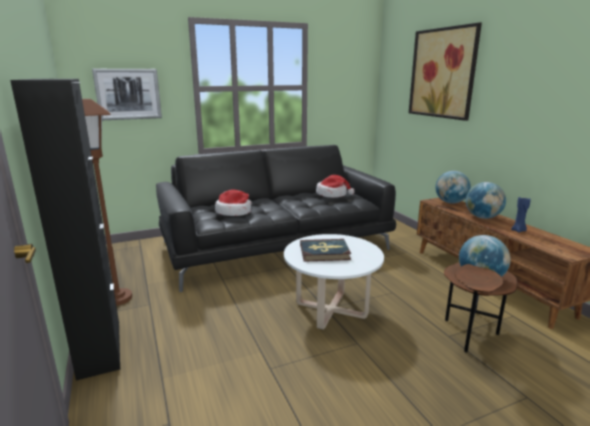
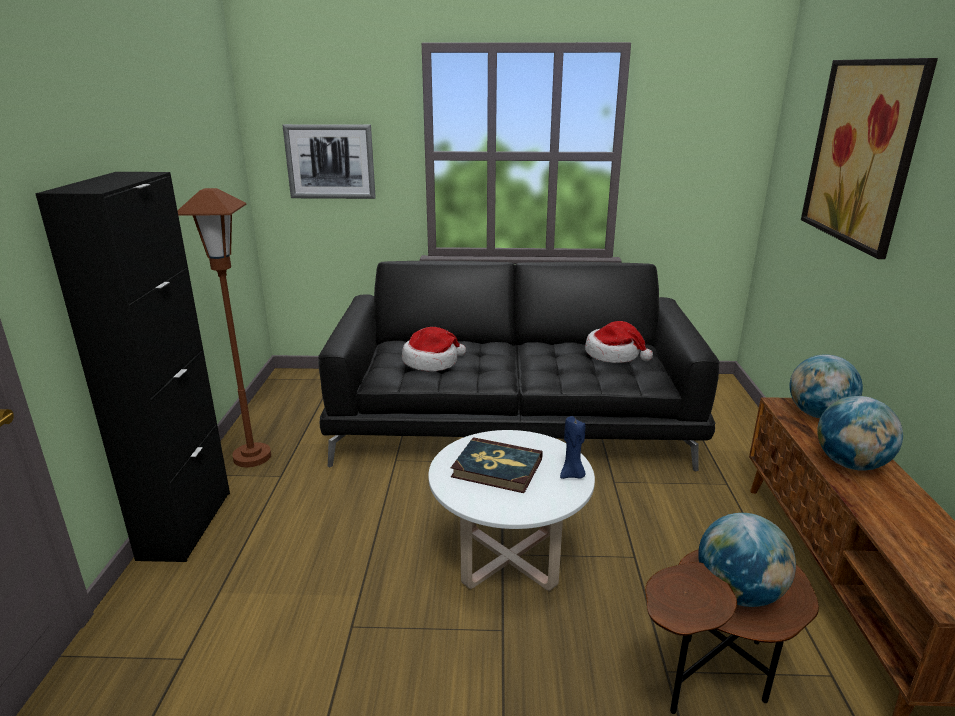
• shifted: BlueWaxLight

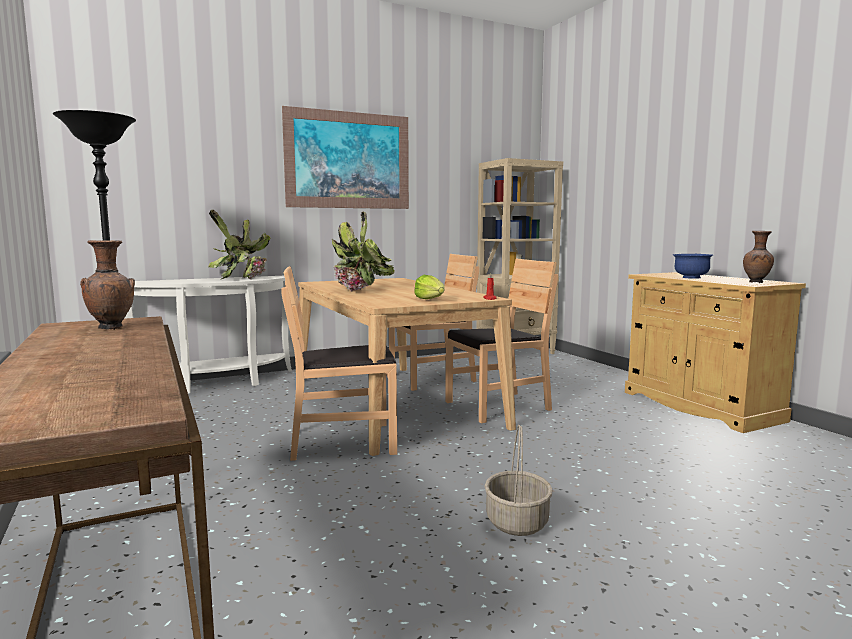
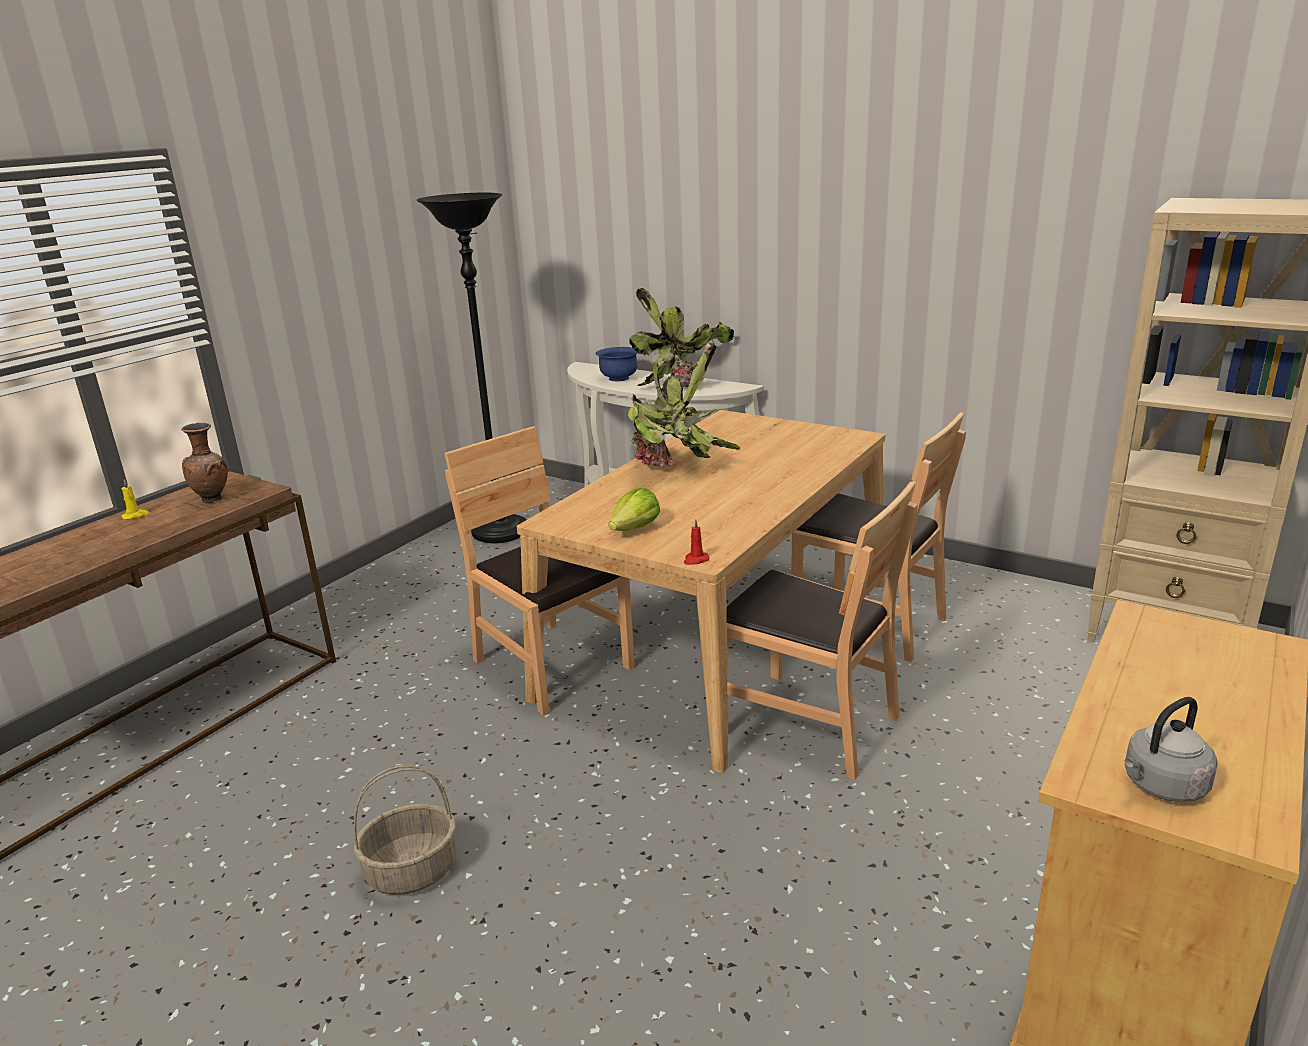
• gone: WallArt
• new: YellowColouredWaxLight
• shifted: BlueBowl
• swapped: BrownColouredFlowerVase (no. 2 from left) to GrayWaterKettle

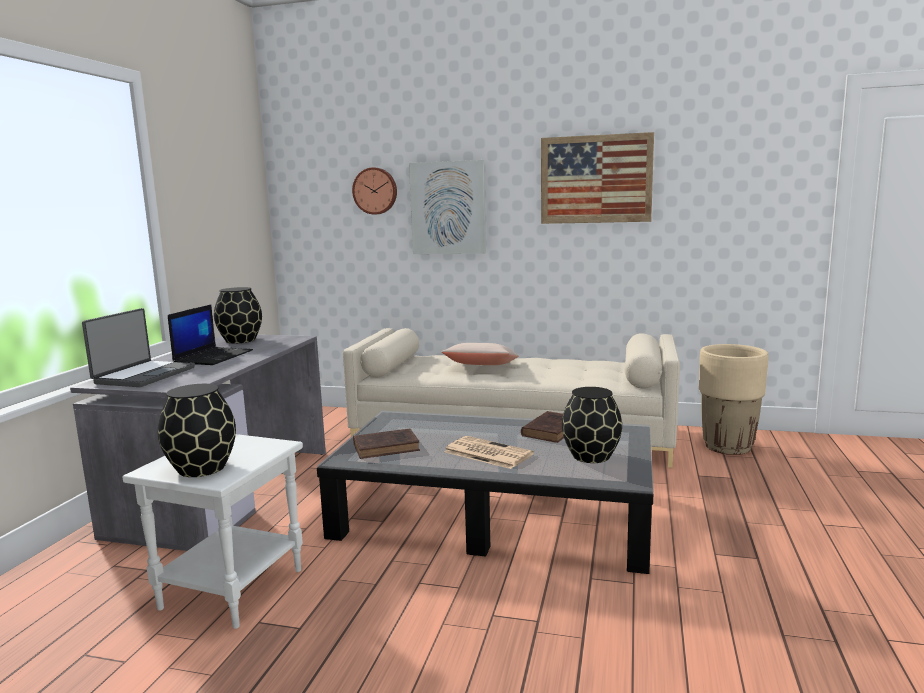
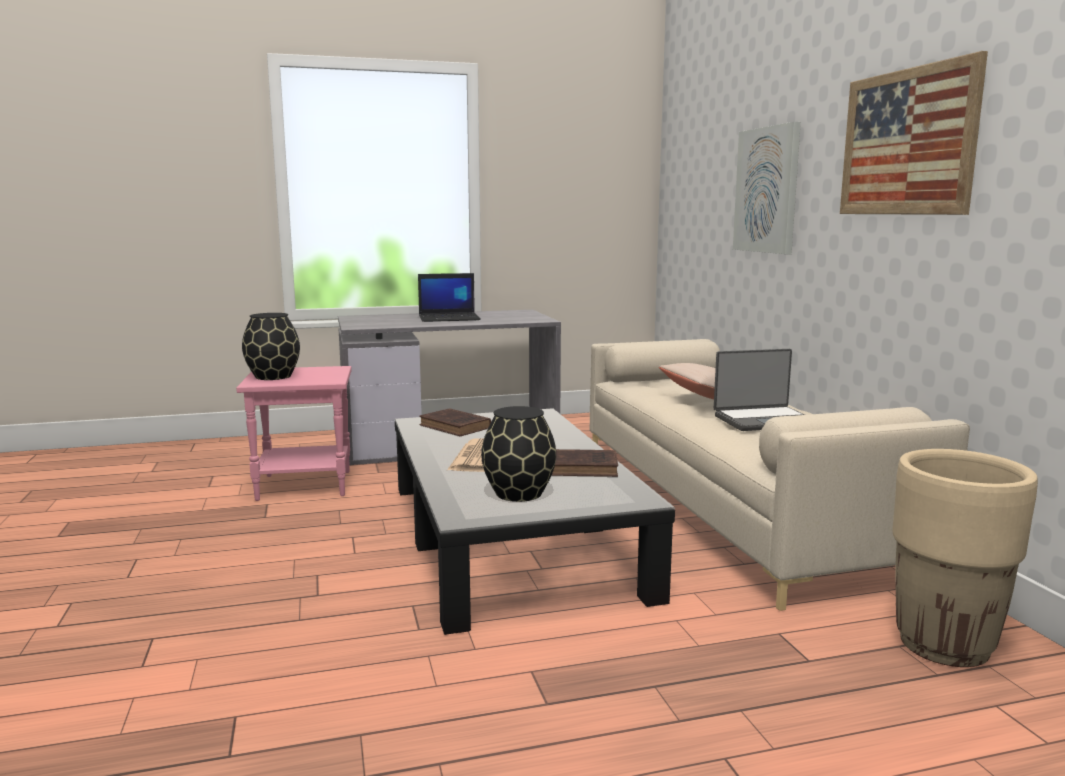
• gone: BlackFlowerVase (no. 2 from left)
• gone: ClockOnTheWall
• shifted: PortableComputer (no. 1 from left in the first image) to PortableComputer (no. 2 from left)
• repainted: WhiteEndTable to PinkishEndTable

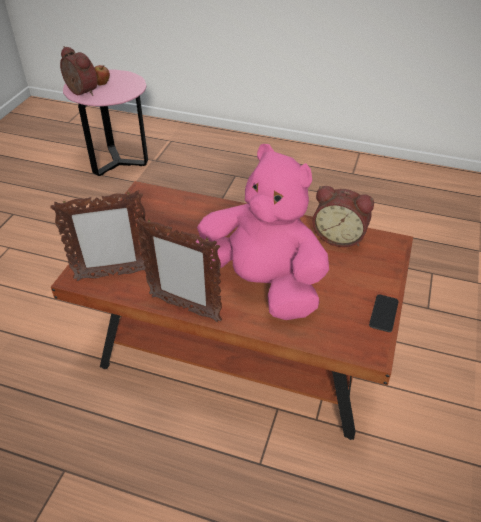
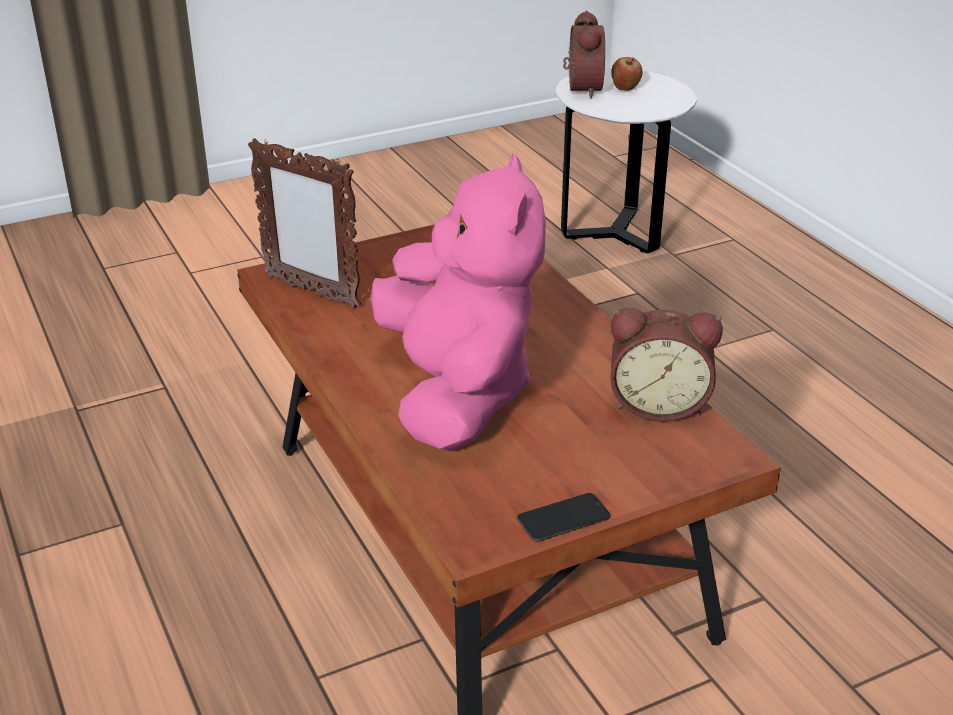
• gone: PictureFrame (no. 2 from left)
• repainted: PinkishEndTable to WhiteEndTable
• rotated: TableClock (no. 2 from left) 60 degrees counterclockwise

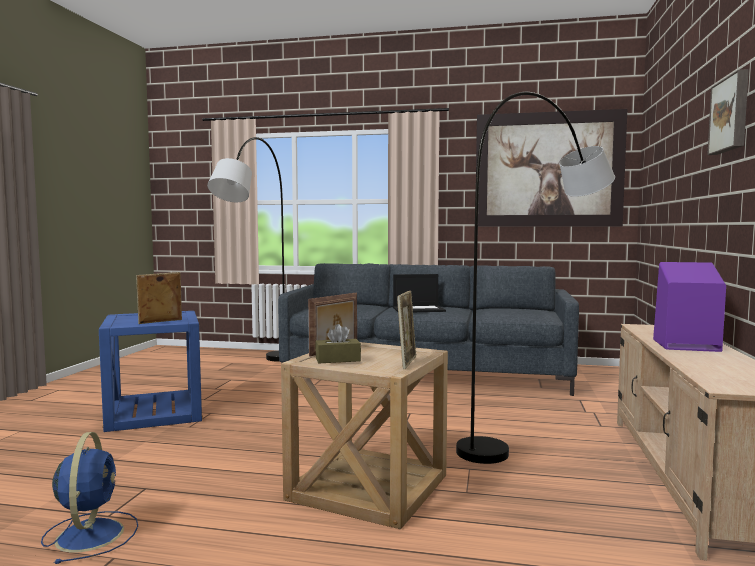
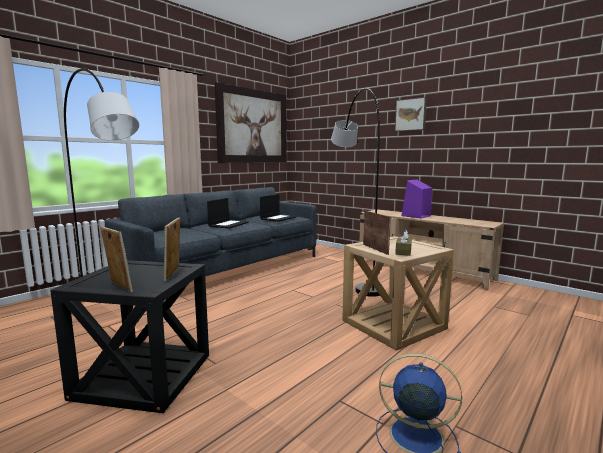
• new: PortableComputer (no. 2 from left)
• shifted: PictureFrame (no. 3 from left in the first image) to PictureFrame (no. 1 from left)
• repainted: BlueEndTable to BlackEndTable

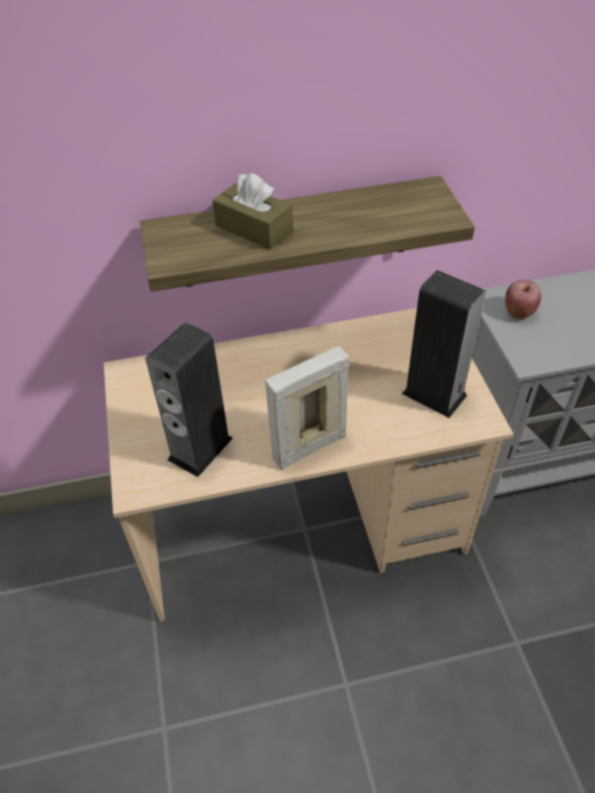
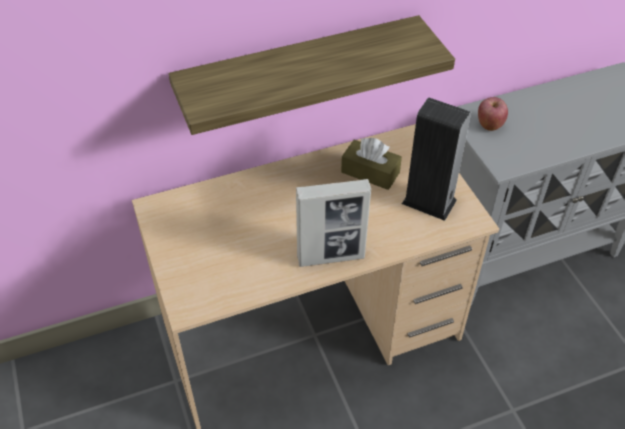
• gone: Loudspeaker (no. 1 from left)
• shifted: BrownColouredTissueHolder
• rotated: PictureFrame 150 degrees counterclockwise

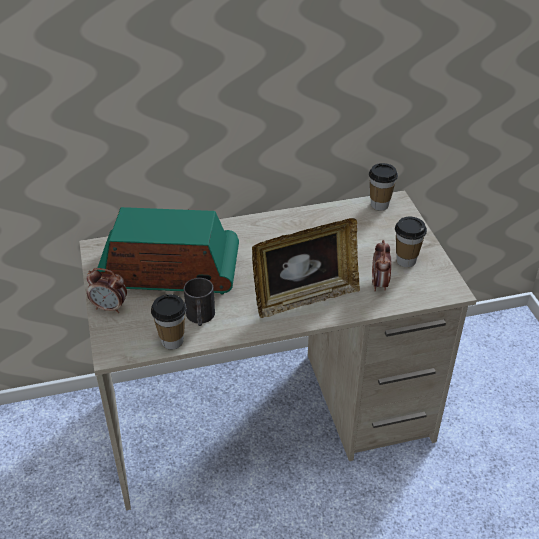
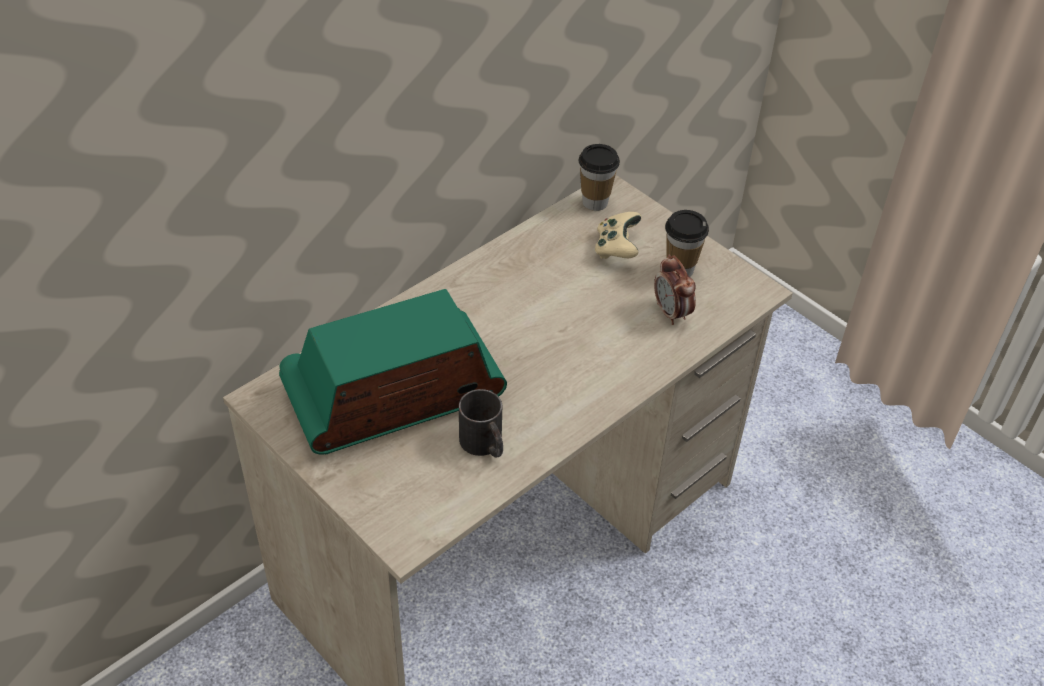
• gone: TableClock (no. 1 from left)
• gone: SmallCup (no. 1 from left)
• gone: PictureFrame
• new: BeigeColouredGamepad

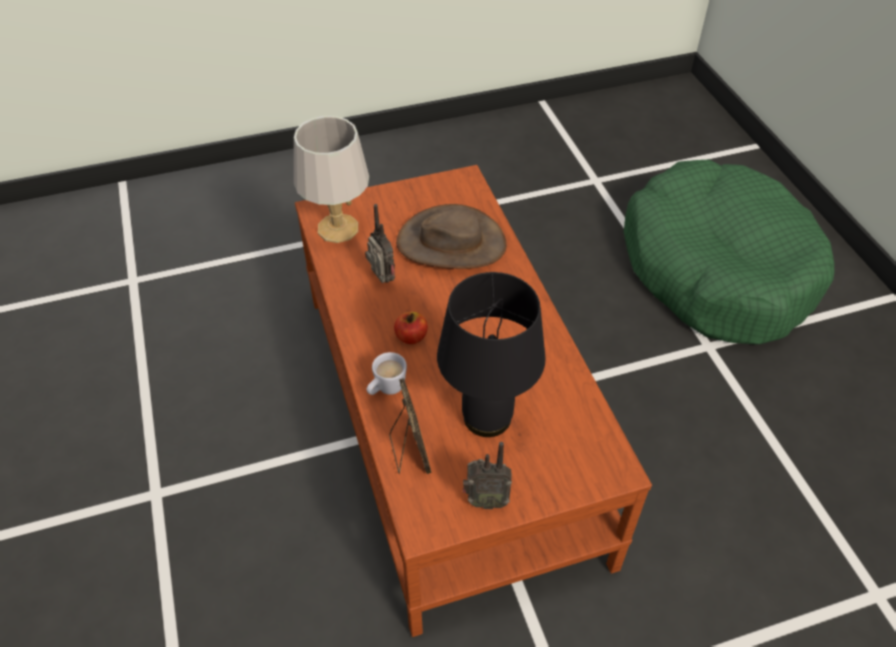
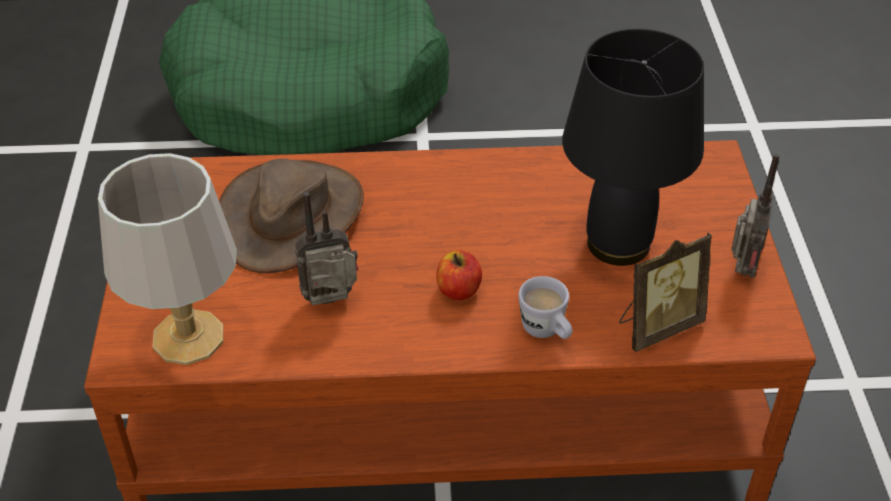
• rotated: PictureFrame 150 degrees clockwise

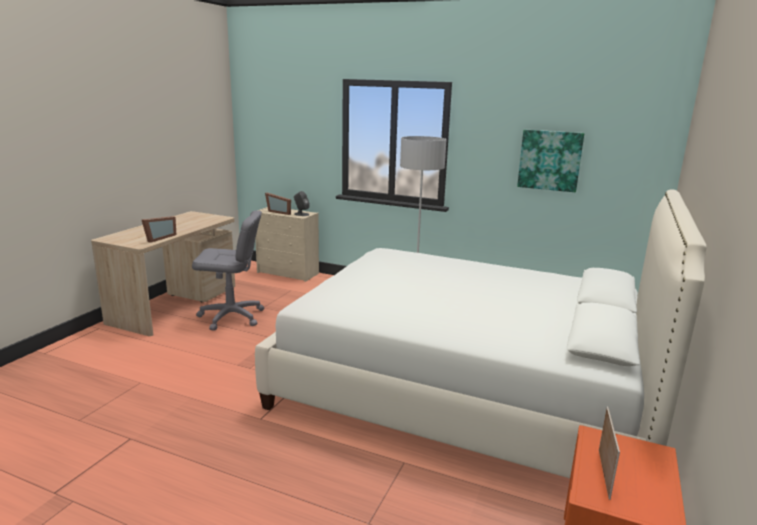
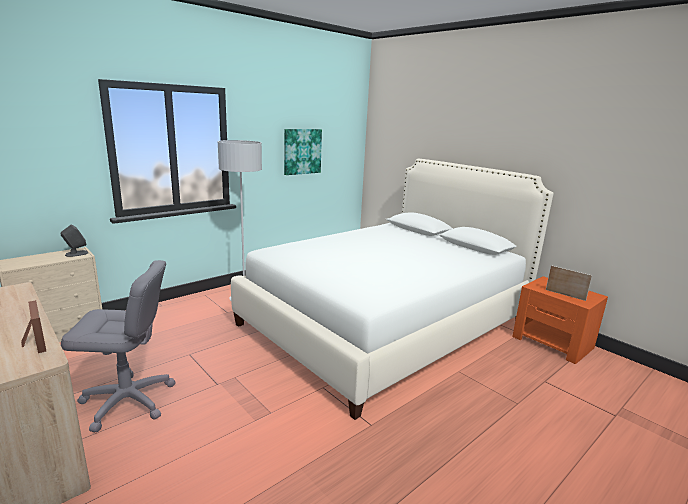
• gone: PictureFrame (no. 2 from left)
• rotated: GrayComputerChair 60 degrees clockwise

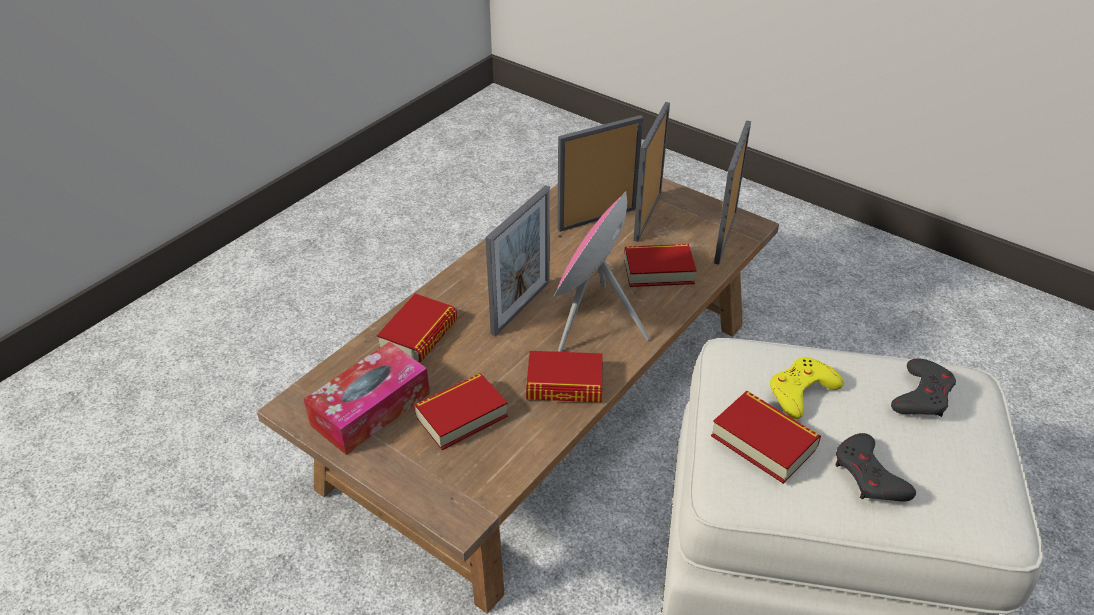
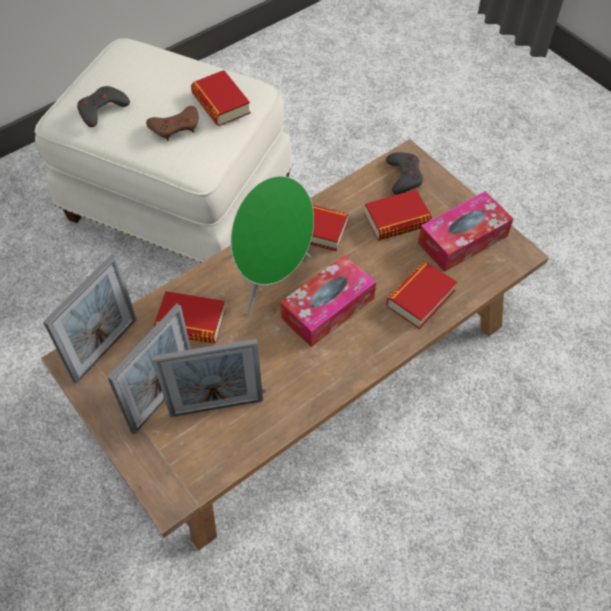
• shifted: GrayGamepad (no. 1 from left in the first image) to GrayGamepad (no. 2 from left)
• swapped: PictureFrame (no. 1 from left) to TissueHolder (no. 1 from left)
• repainted: PinkishLoudspeaker to GreenLoudspeaker
• repainted: YellowColouredGamepad to BrownColouredGamepad

